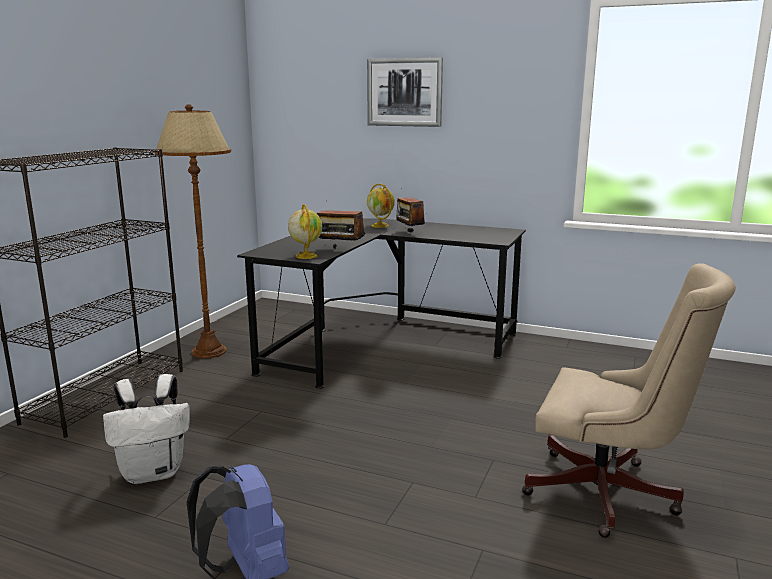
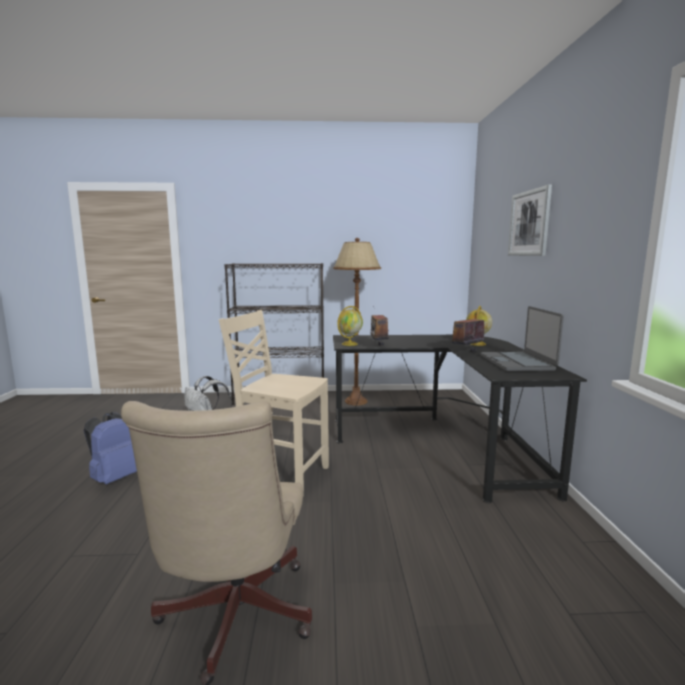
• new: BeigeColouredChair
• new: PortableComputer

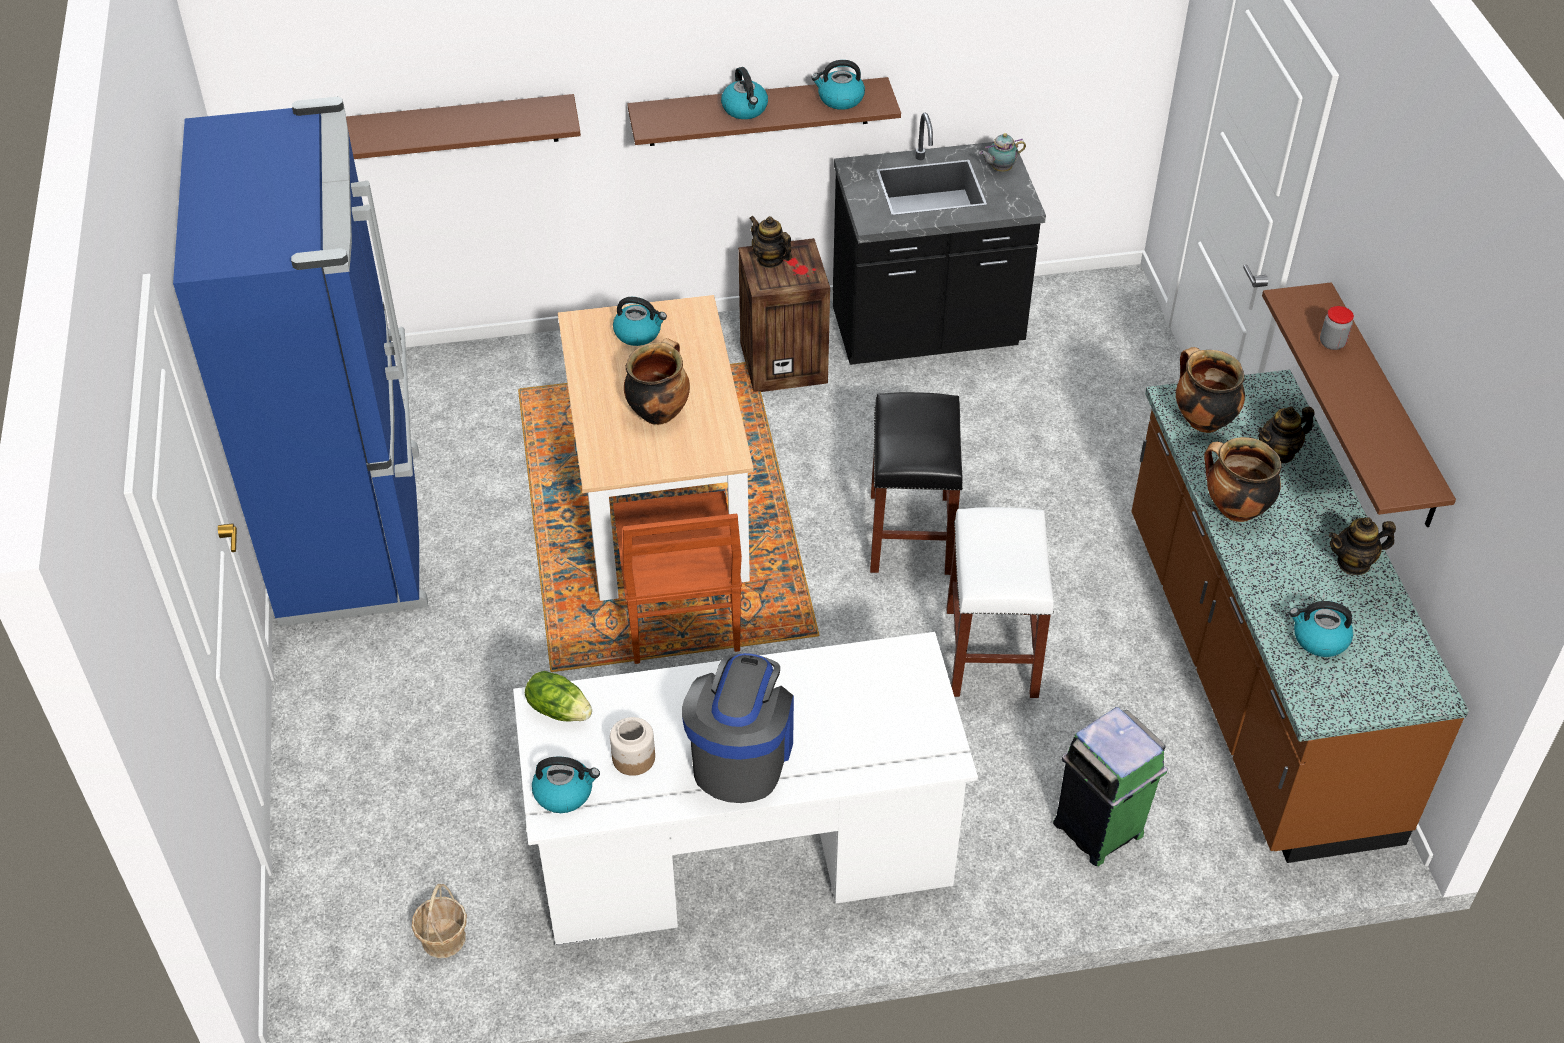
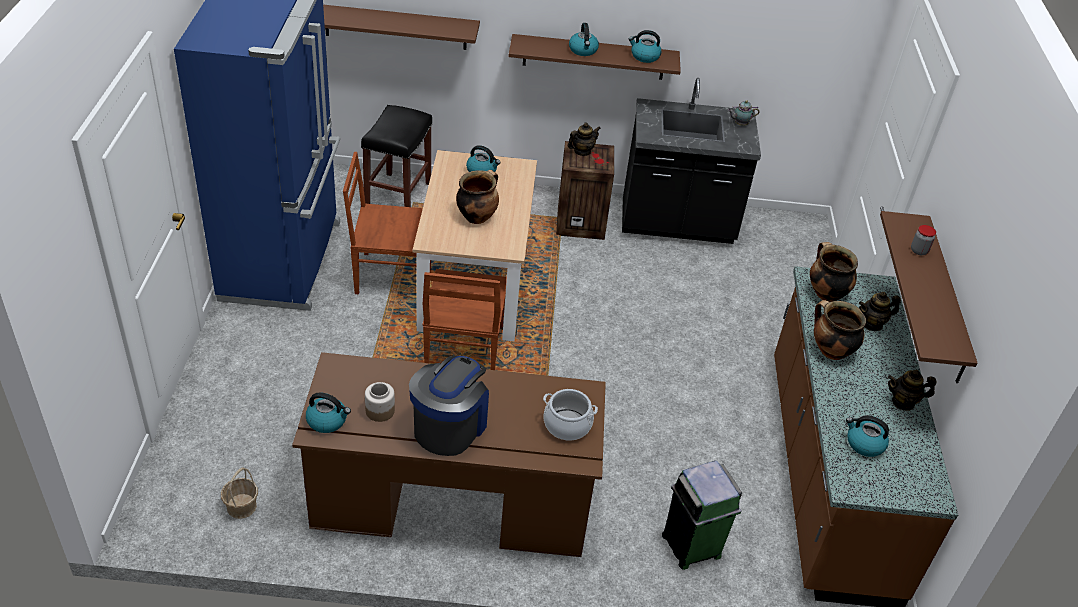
• gone: Lettuce
• gone: WhiteStool
• new: BrownColouredChair (no. 1 from left)
• new: CookingPot (no. 2 from left)
• shifted: BlackStool
• repainted: WhiteDesk to BrownColouredDesk
• rotated: PotForTea (no. 1 from left) 90 degrees clockwise

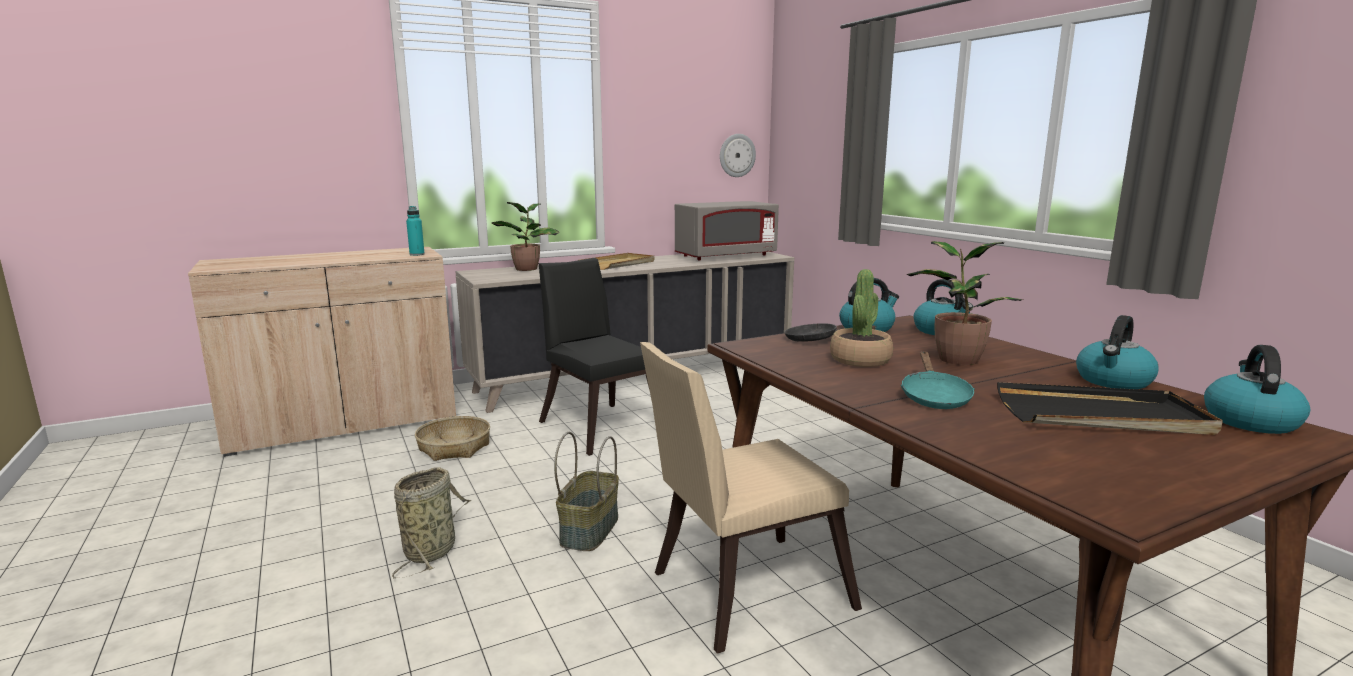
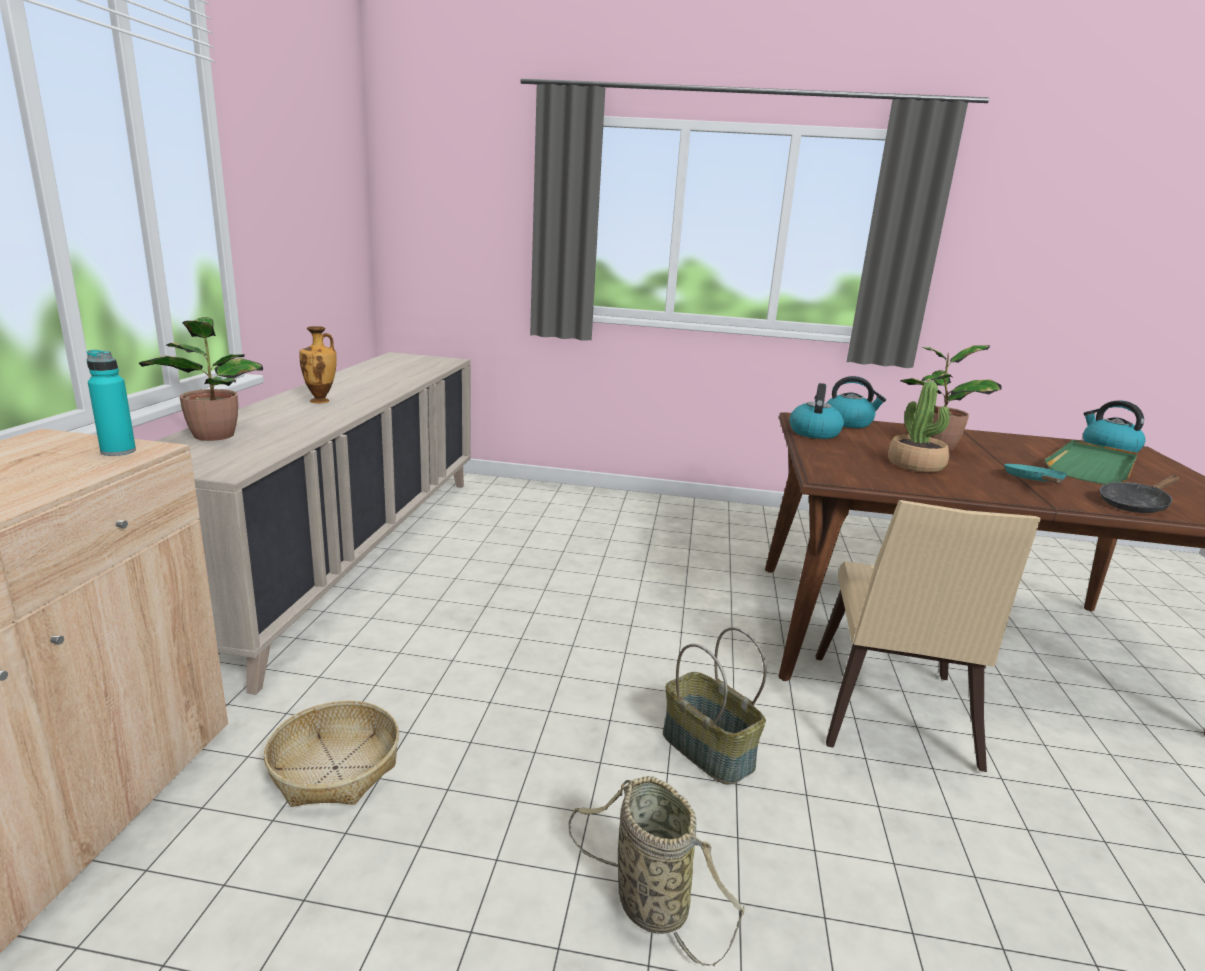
• gone: BlackChair
• gone: GrayKitchenMicrowave
• gone: ClockOnTheWall
• gone: WaterKettle (no. 3 from left)
• shifted: BlackPan
• swapped: BeigeColouredCarryingTray to FlowerVase
• repainted: BlackCarryingTray to GreenCarryingTray
• rotated: BlueGreenPan 120 degrees counterclockwise

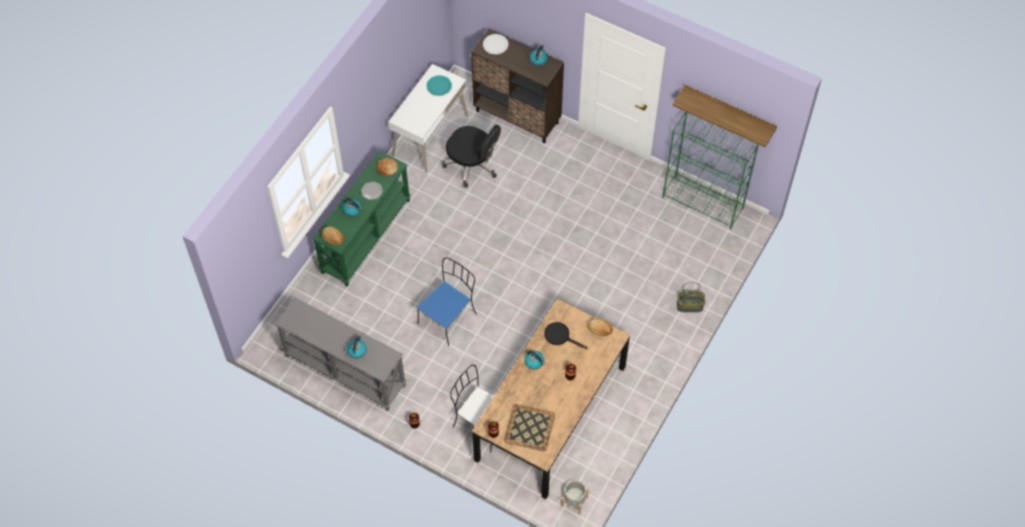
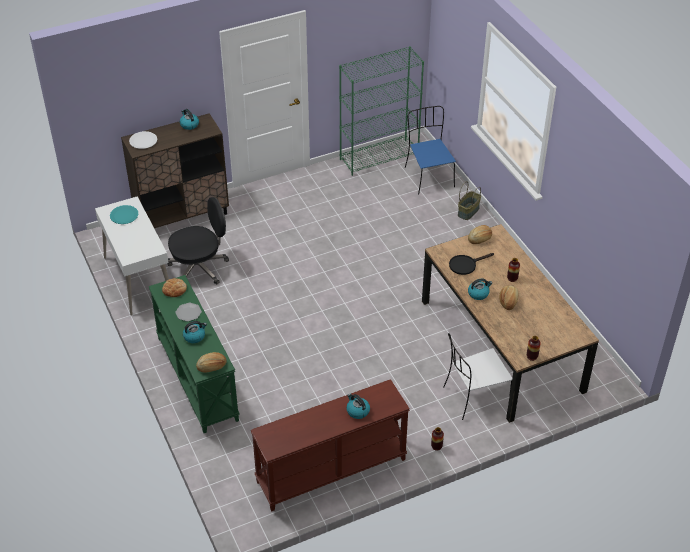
• gone: CarryingTray
• gone: GrayPlanter
• gone: BracketShelf
• new: Bread (no. 4 from left)
• shifted: BlueChair
• repainted: GrayHallTable to BrownColouredHallTable

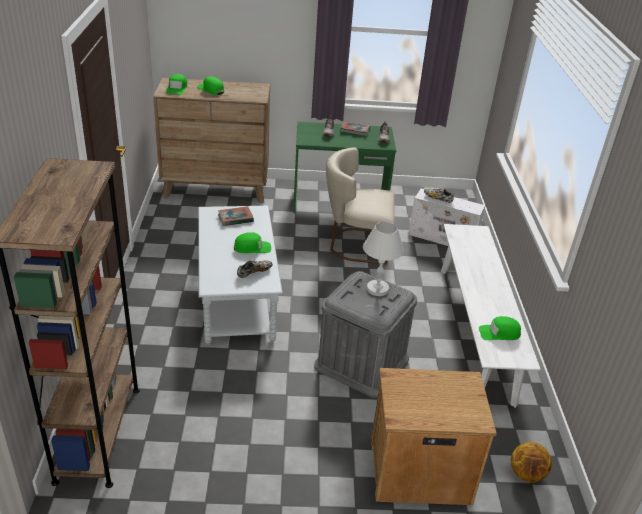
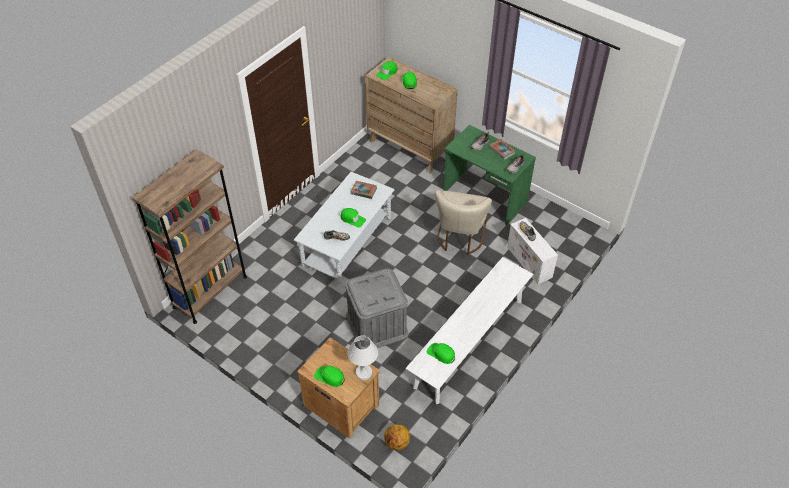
• new: GreenPeakedCap (no. 1 from left)
• shifted: WhiteLampForATable
• rotated: BeigeColouredChair 120 degrees counterclockwise

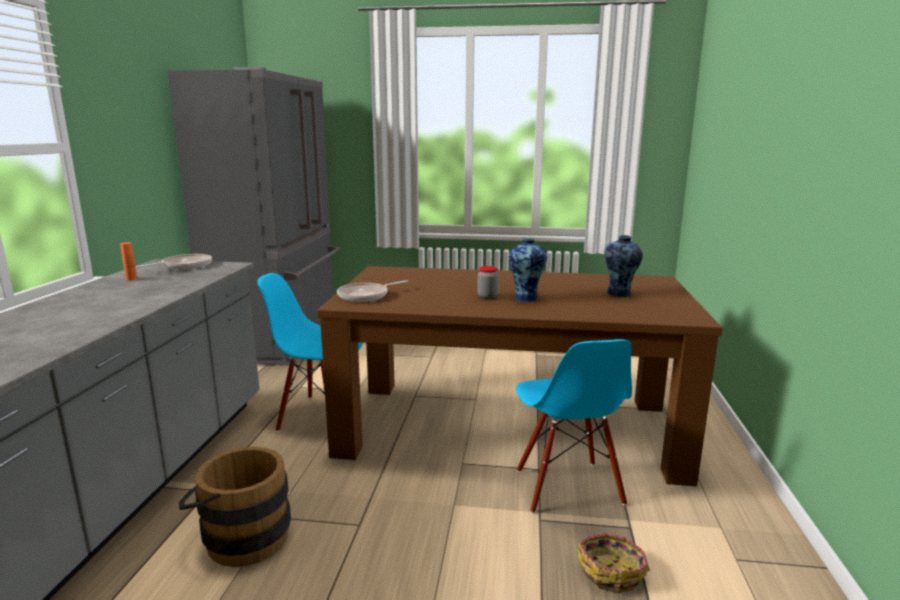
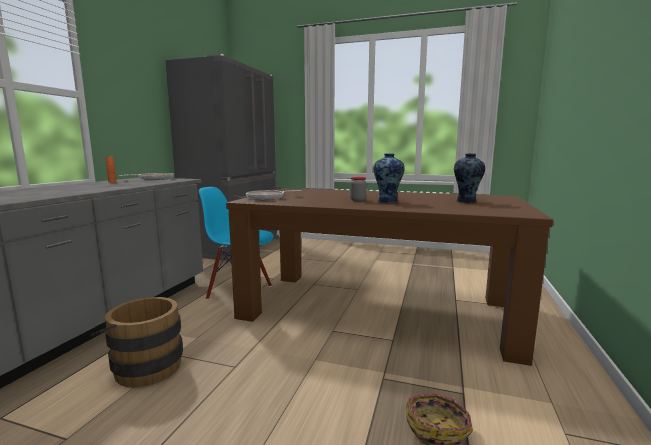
• gone: BlueChair (no. 2 from left)

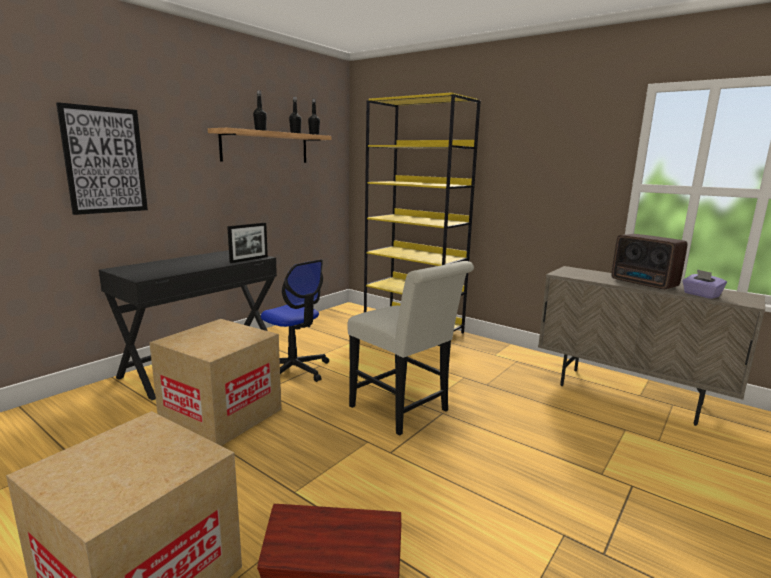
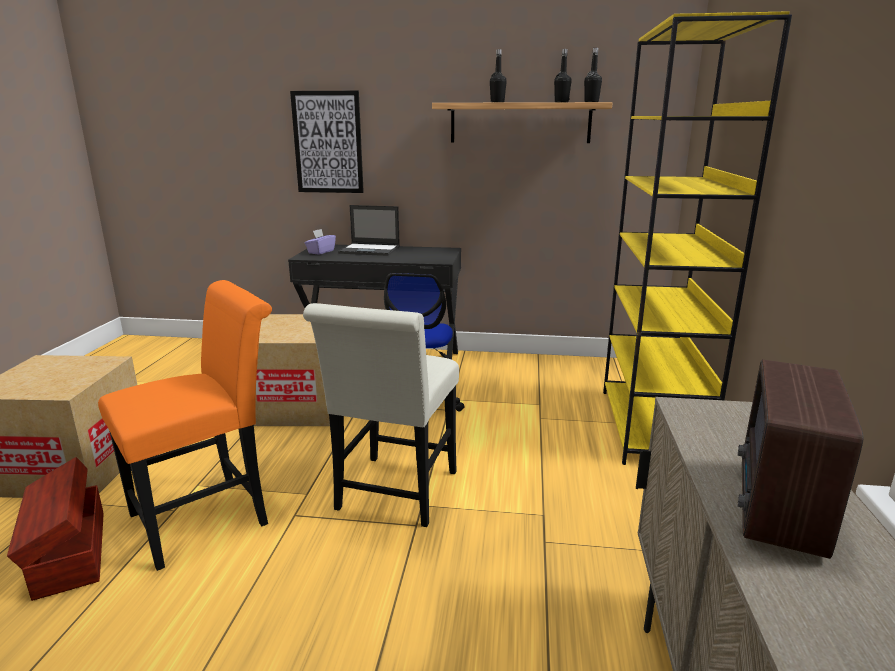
• gone: PictureFrame
• new: OrangeColouredChair
• new: PortableComputer
• shifted: PurpleColouredTissueHolder

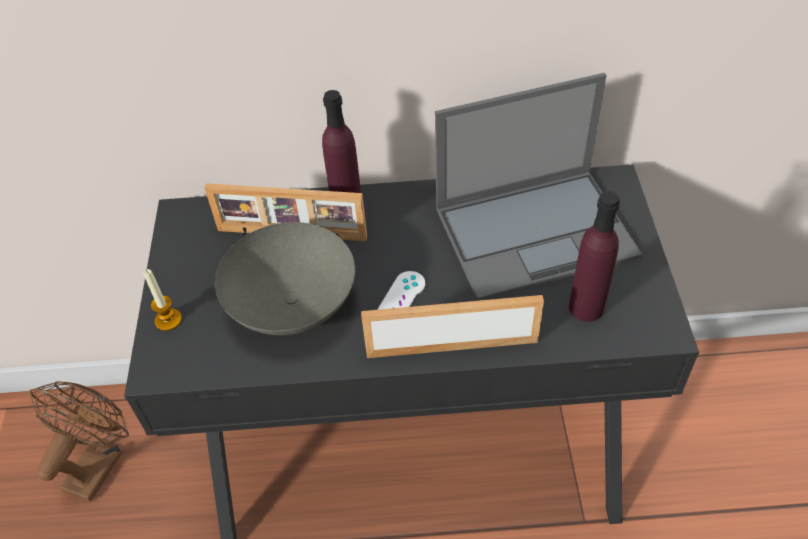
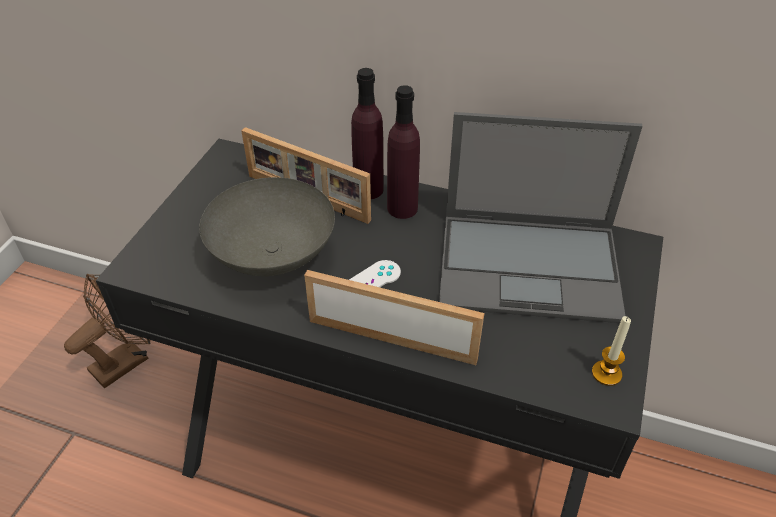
• shifted: WaxLight
• shifted: PurpleColouredBottle (no. 2 from left)

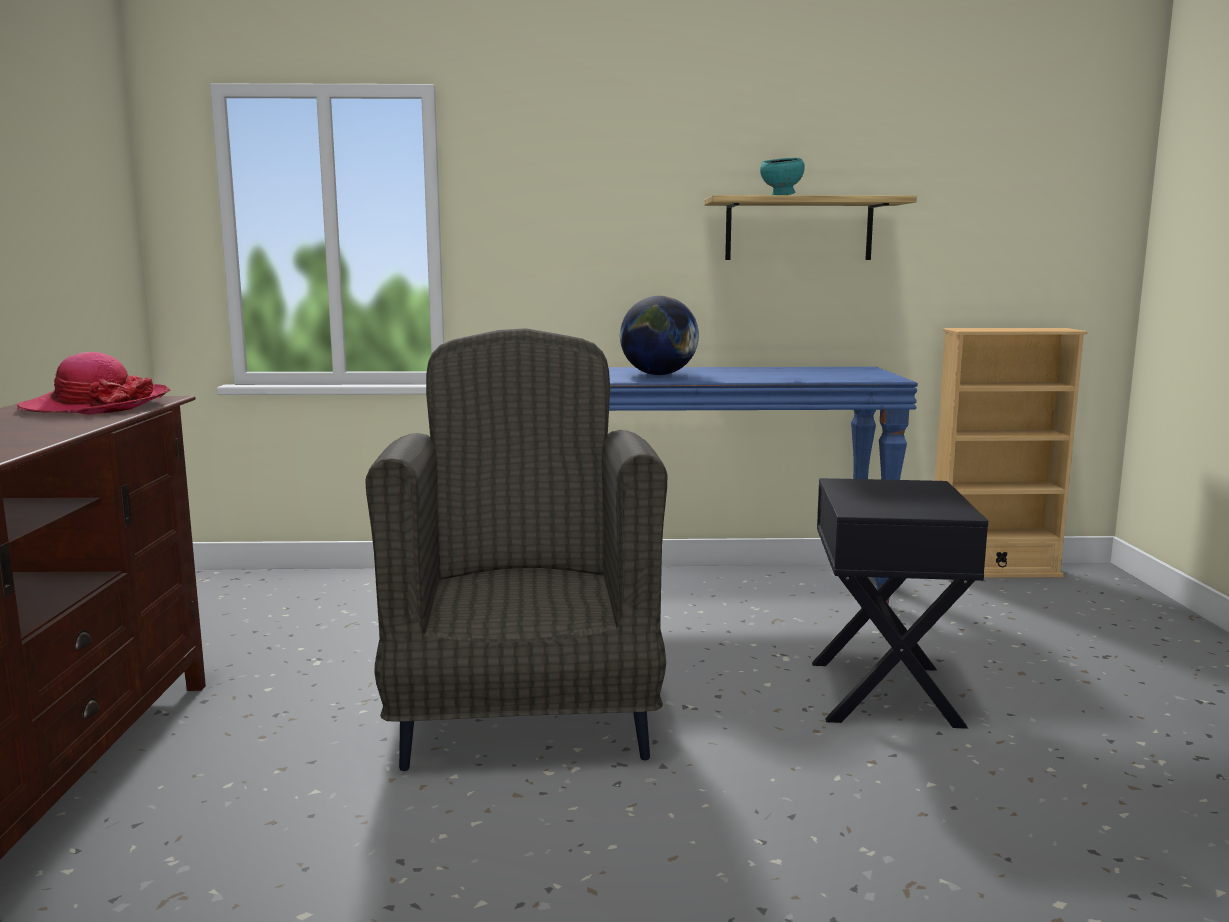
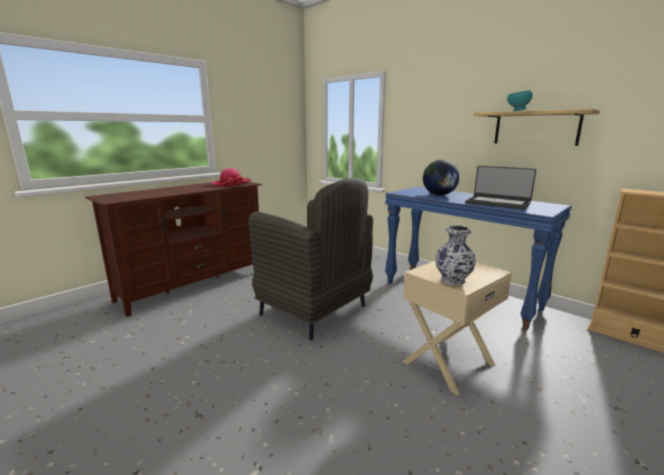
• new: FlowerVase
• new: PortableComputer
• repainted: BlackEndTable to BeigeColouredEndTable
• rotated: GrayEasyChair 90 degrees clockwise

